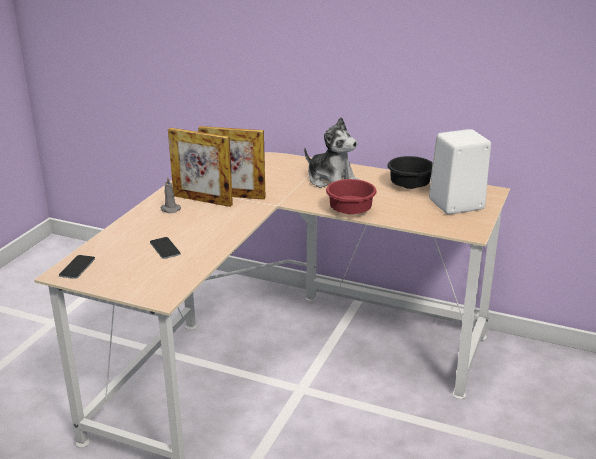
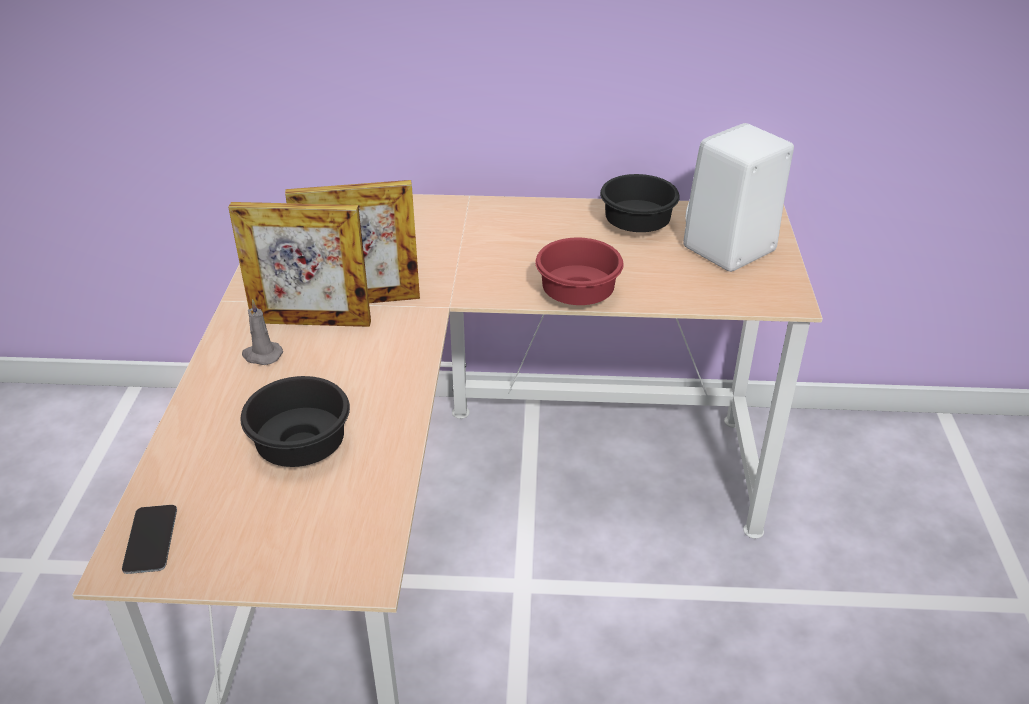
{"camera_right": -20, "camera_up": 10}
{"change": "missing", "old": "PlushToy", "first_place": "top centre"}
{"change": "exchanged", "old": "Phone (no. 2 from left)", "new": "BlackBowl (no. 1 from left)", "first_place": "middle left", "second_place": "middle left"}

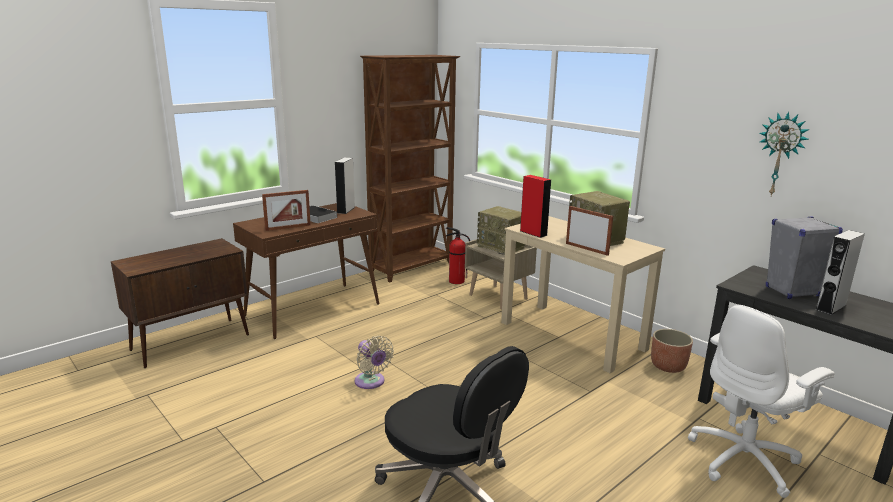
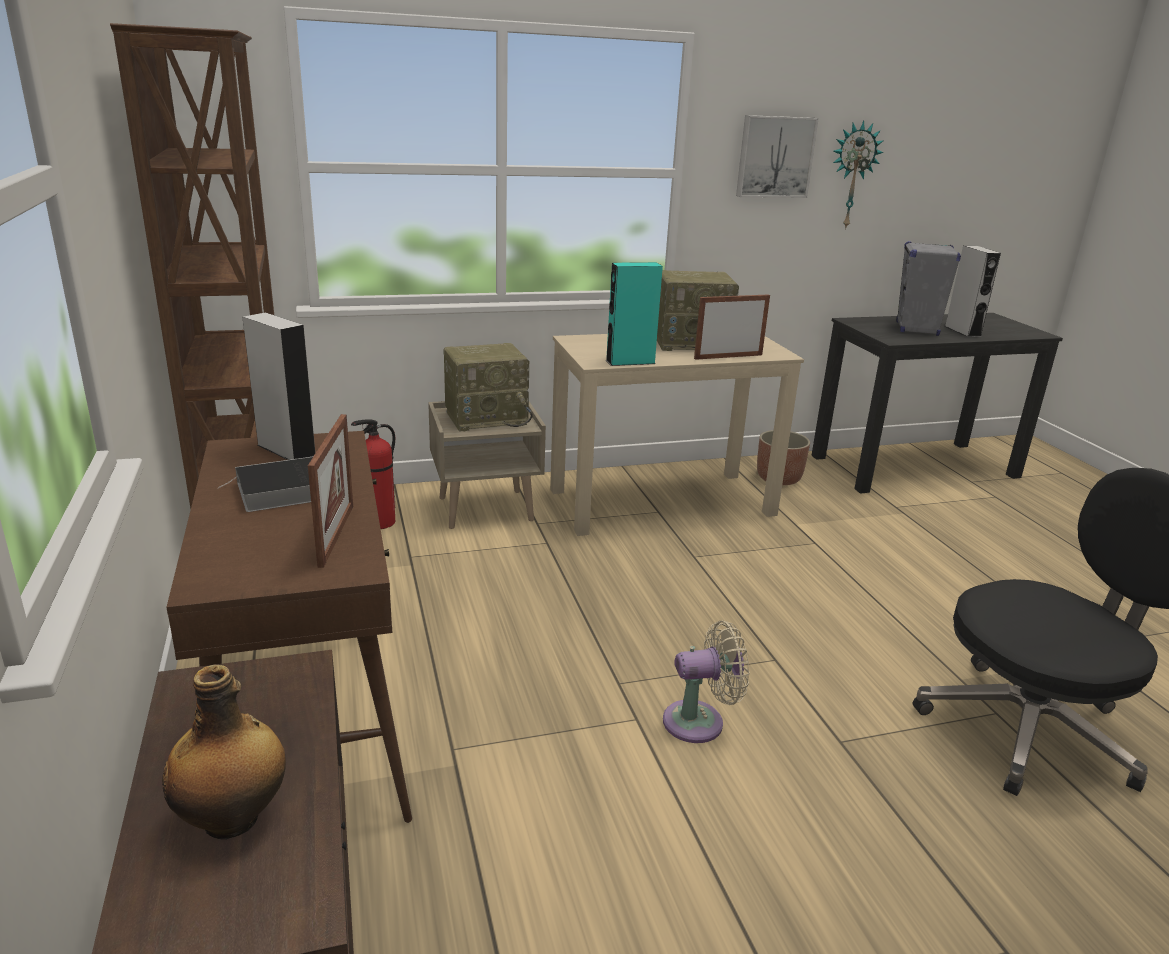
{"camera_right": -65, "camera_up": 5}
{"change": "colour", "old": "RedSpeaker", "new": "TurquoiseSpeaker", "first_place": "centre", "second_place": "top centre"}
{"change": "missing", "old": "WhiteOfficeChair", "first_place": "bottom right"}
{"change": "appeared", "new": "Picture", "second_place": "top centre"}
{"change": "appeared", "new": "Bottle", "second_place": "bottom left"}

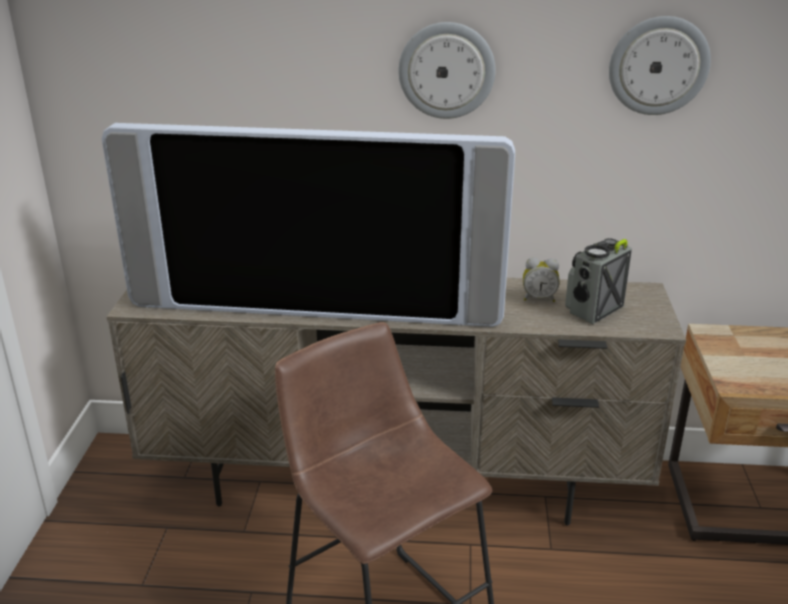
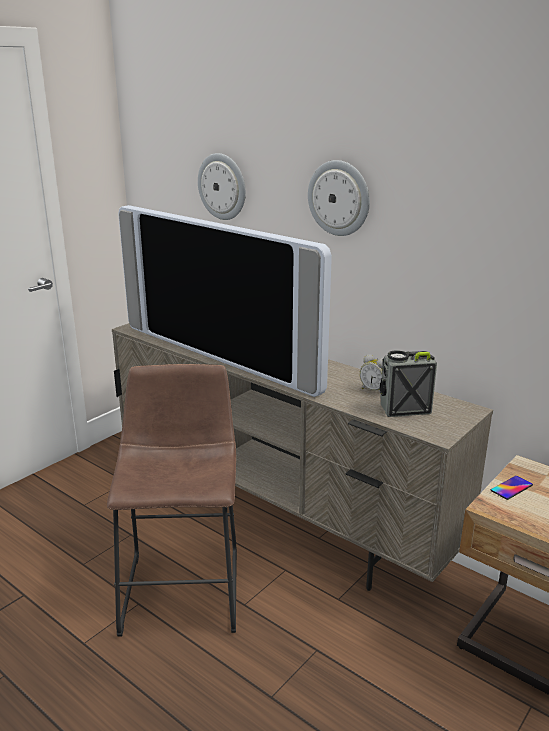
{"camera_right": 35, "camera_up": -5}
{"change": "relocated", "old": "WallClock (no. 2 from left in the first image)", "new": "WallClock (no. 1 from left)", "first_place": "top right", "second_place": "top centre"}
{"change": "appeared", "new": "Phone", "second_place": "bottom right"}

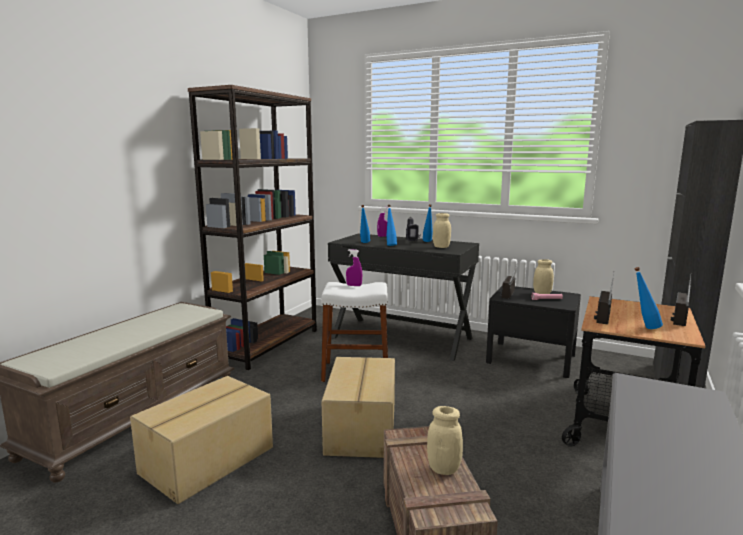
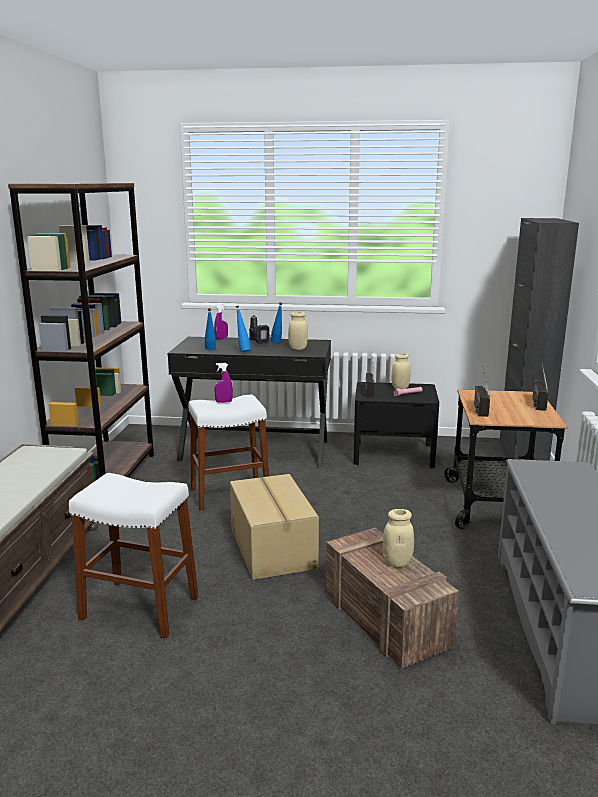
{"camera_right": -20, "camera_up": 5}
{"change": "missing", "old": "BlueBottle (no. 4 from left)", "first_place": "middle right"}
{"change": "exchanged", "old": "CardboardBox (no. 1 from left)", "new": "WhiteStool (no. 1 from left)", "first_place": "bottom left", "second_place": "bottom left"}

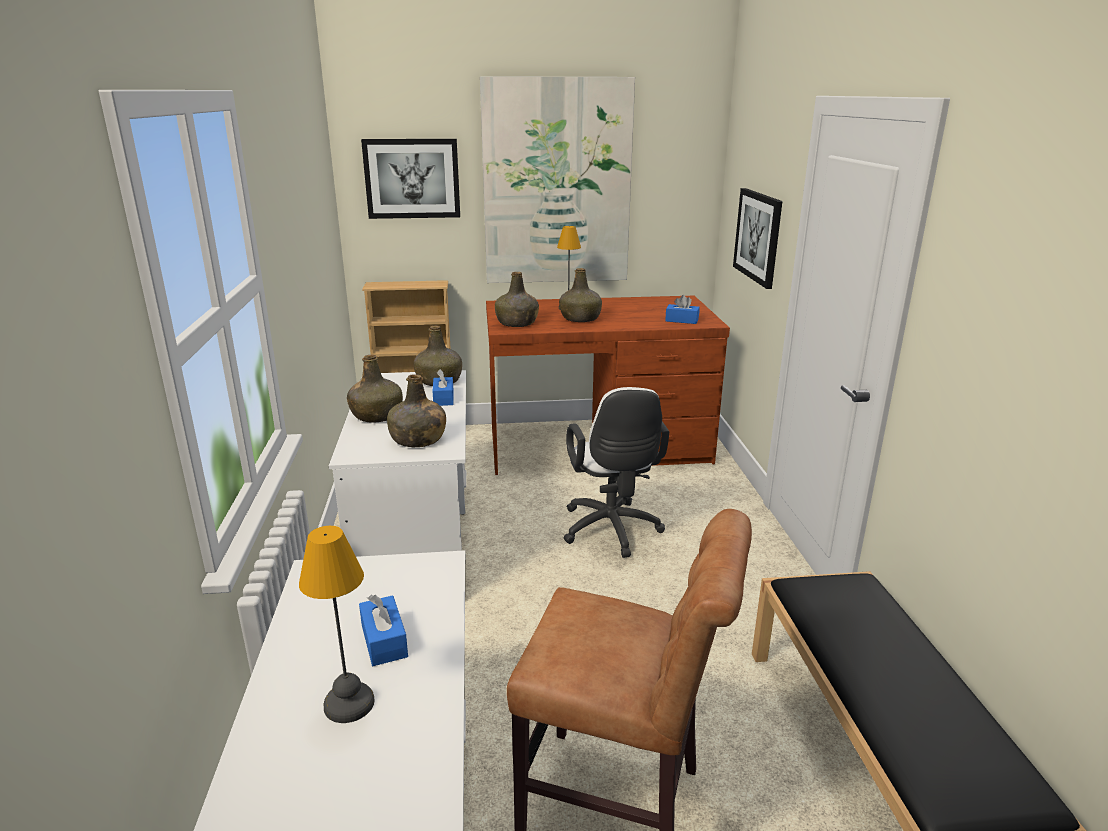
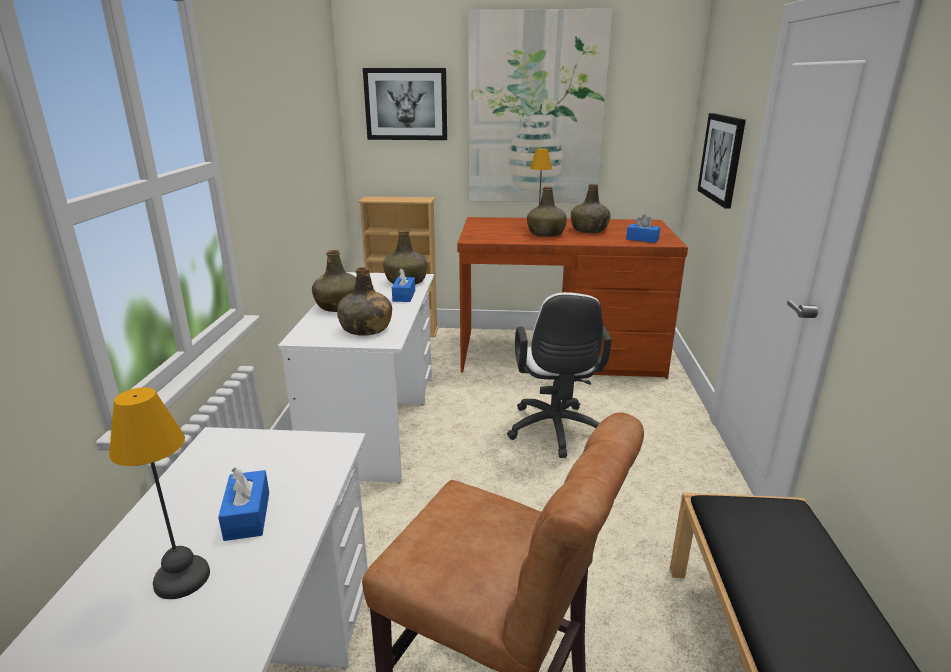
{"camera_right": 10, "camera_up": 0}
{"change": "relocated", "old": "GreenBottle (no. 4 from left in the first image)", "new": "GreenBottle (no. 5 from left)", "first_place": "centre", "second_place": "top centre"}

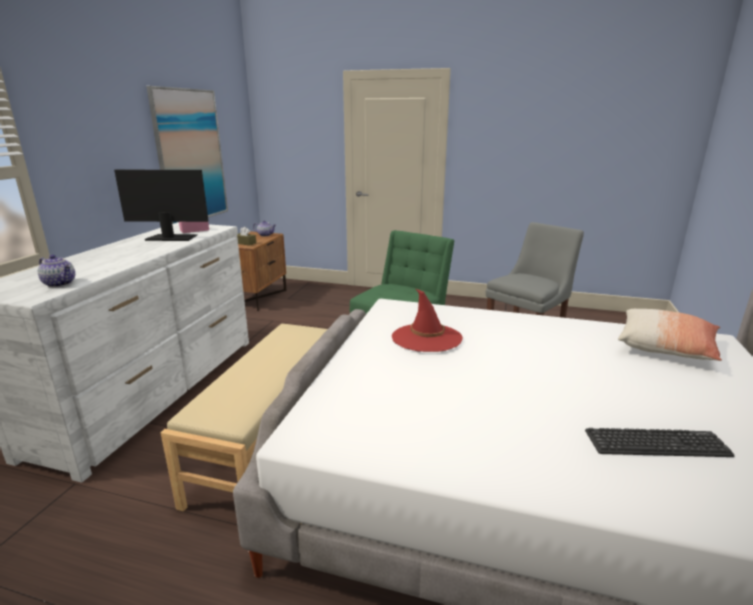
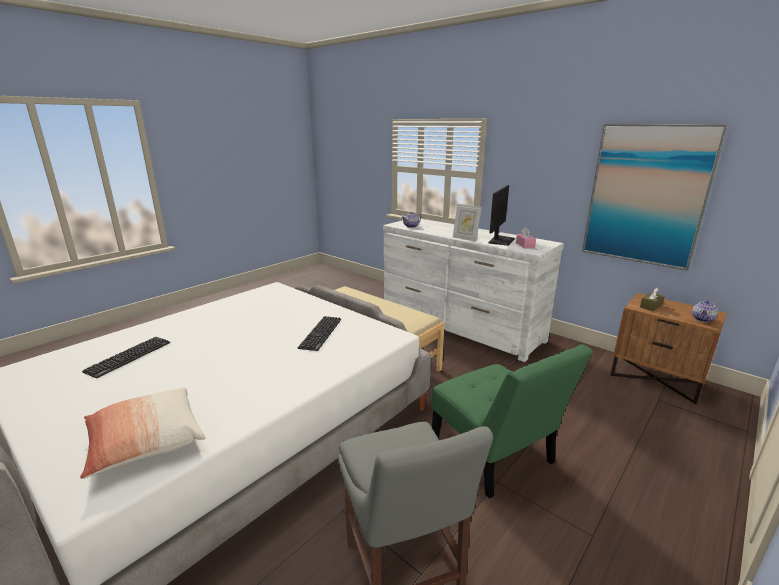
{"camera_right": 115, "camera_up": 0}
{"change": "exchanged", "old": "RedHat", "new": "Keyboard (no. 2 from left)", "first_place": "centre", "second_place": "centre"}
{"change": "appeared", "new": "PictureFrame", "second_place": "centre"}

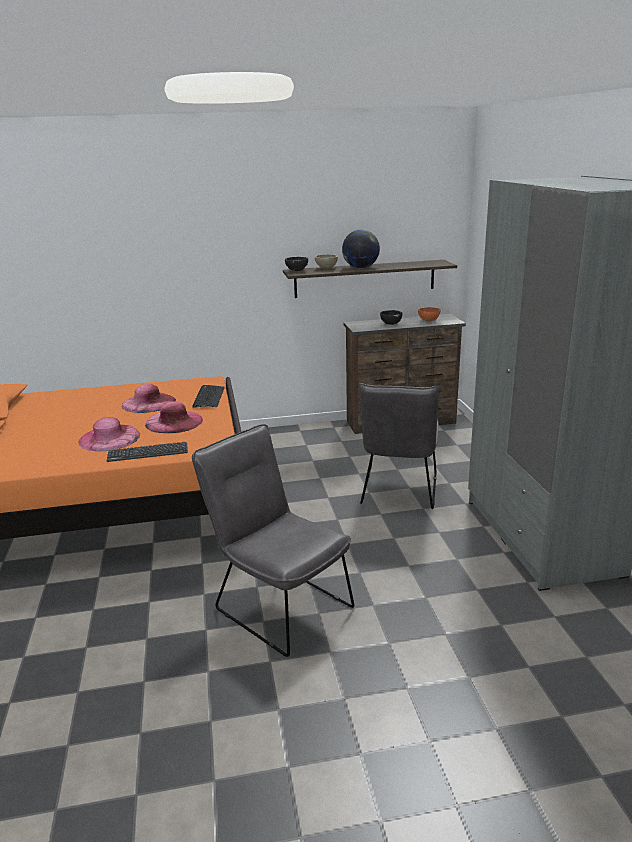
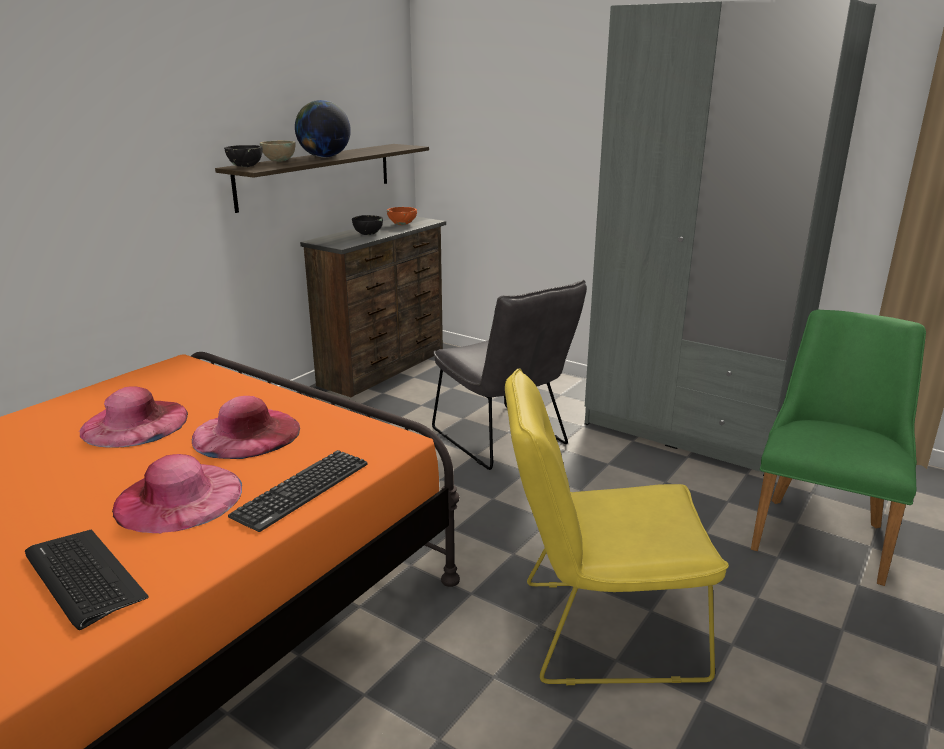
{"camera_right": -45, "camera_up": 0}
{"change": "relocated", "old": "Keyboard (no. 2 from left in the first image)", "new": "Keyboard (no. 1 from left)", "first_place": "middle left", "second_place": "bottom left"}
{"change": "colour", "old": "GreyChair (no. 1 from left)", "new": "YellowChair", "first_place": "centre", "second_place": "bottom centre"}
{"change": "appeared", "new": "GreenChair", "second_place": "middle right"}

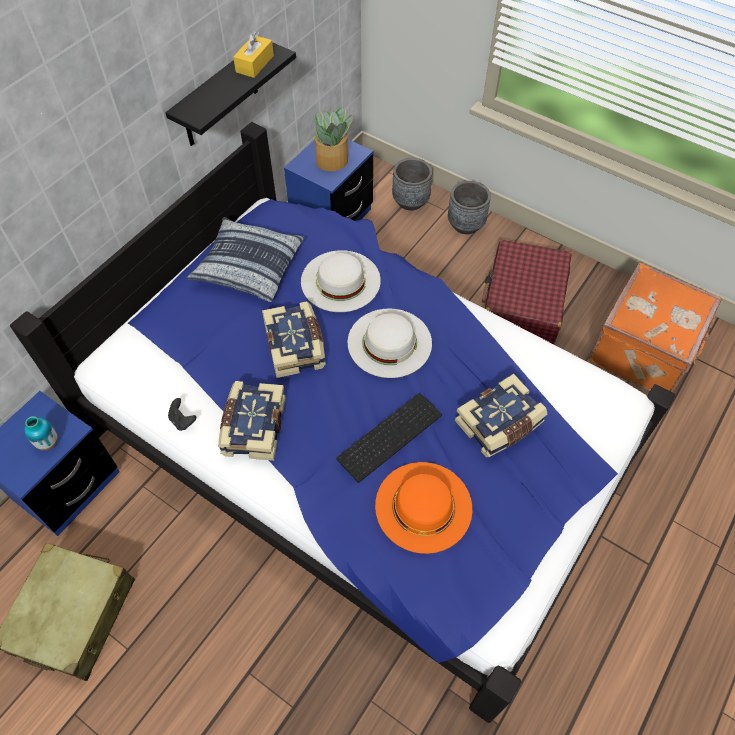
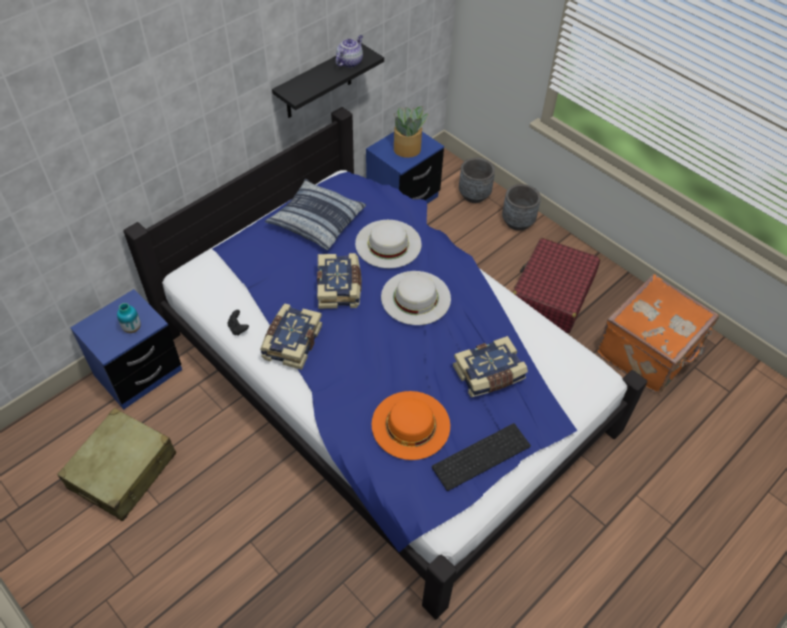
{"camera_right": 10, "camera_up": -5}
{"change": "exchanged", "old": "YellowTissueBox", "new": "Teapot", "first_place": "top centre", "second_place": "top centre"}
{"change": "relocated", "old": "Keyboard", "first_place": "centre", "second_place": "bottom centre"}

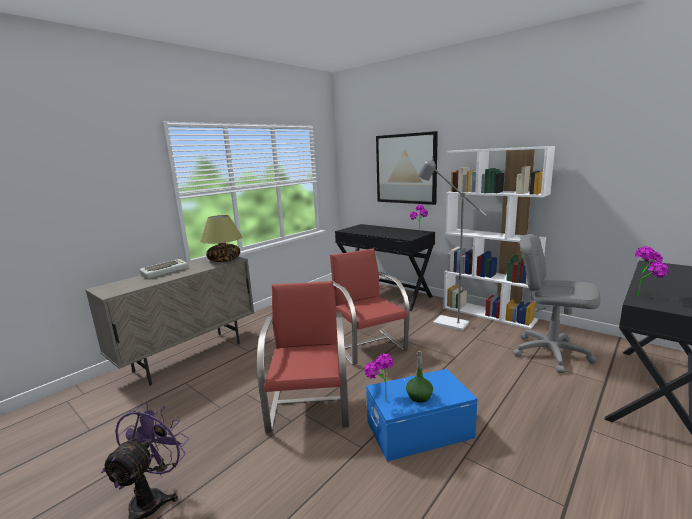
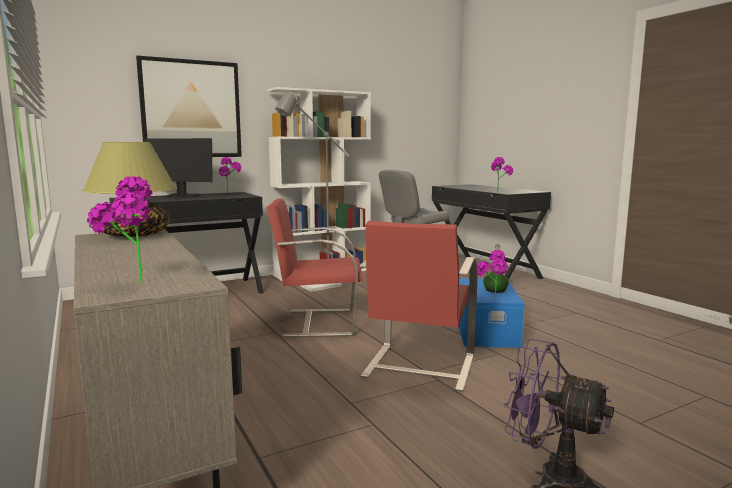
{"camera_right": -70, "camera_up": -5}
{"change": "missing", "old": "Keyboard", "first_place": "middle left"}
{"change": "spun", "old": "RedChair (no. 1 from left in the first image)", "first_place": "bottom centre", "second_place": "centre", "degrees": -90}
{"change": "appeared", "new": "Monitor", "second_place": "middle left"}
{"change": "appeared", "new": "PottedPlant (no. 1 from left)", "second_place": "middle left"}

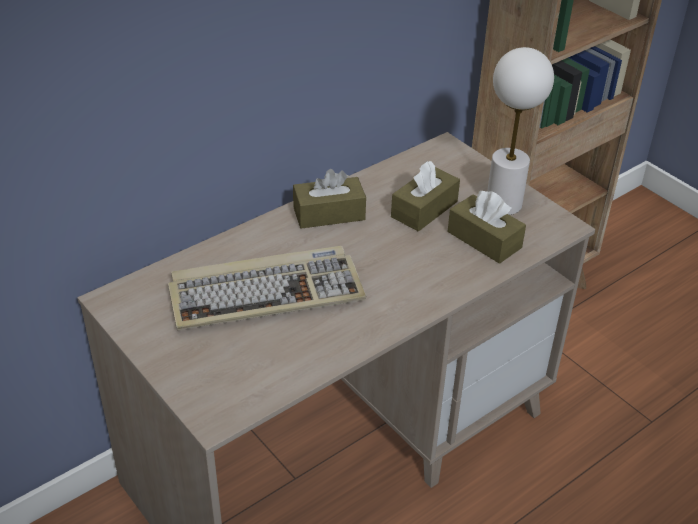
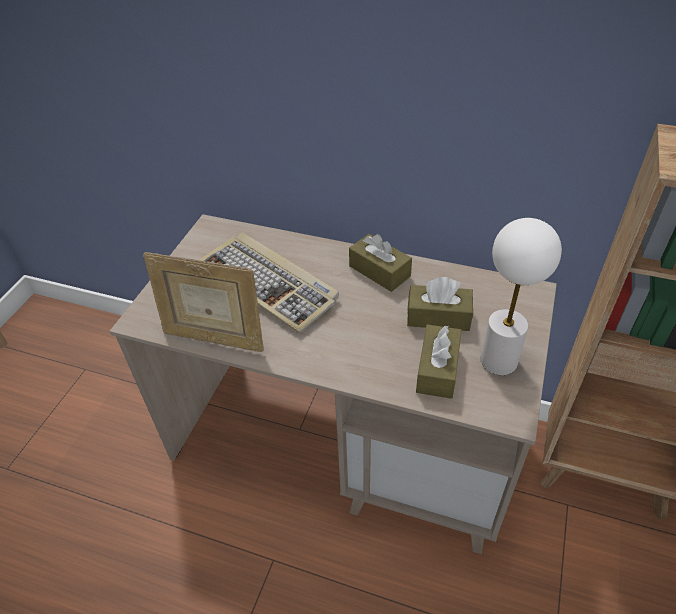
{"camera_right": 60, "camera_up": 5}
{"change": "appeared", "new": "PictureFrame", "second_place": "middle left"}

